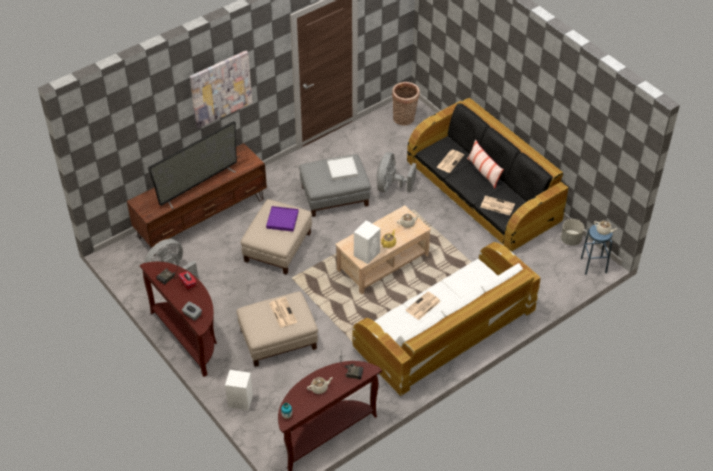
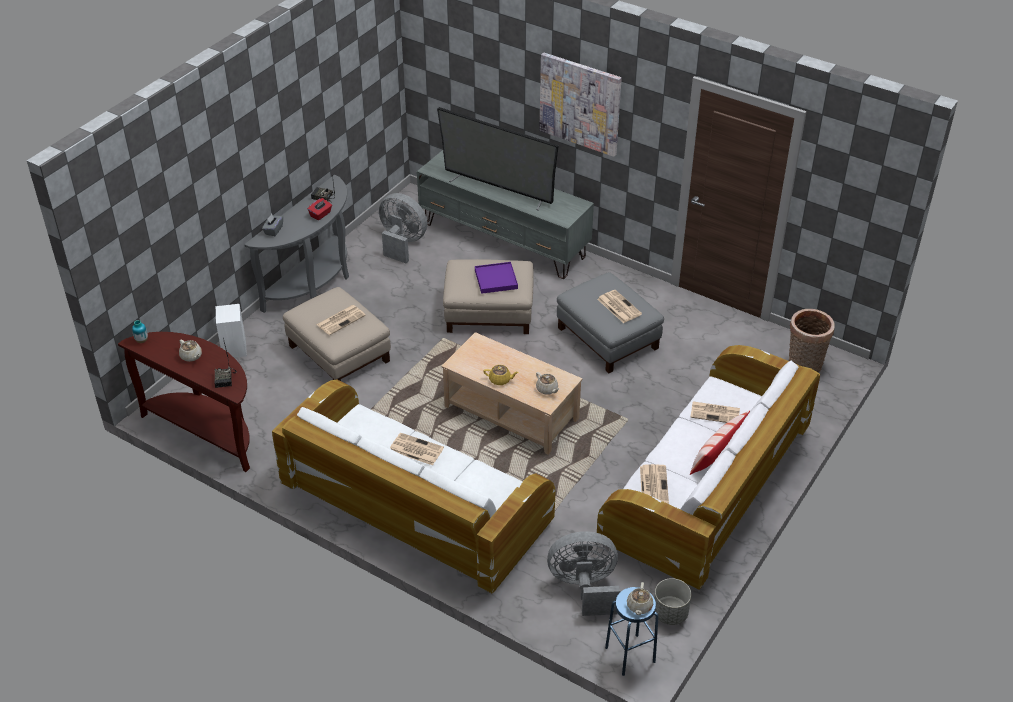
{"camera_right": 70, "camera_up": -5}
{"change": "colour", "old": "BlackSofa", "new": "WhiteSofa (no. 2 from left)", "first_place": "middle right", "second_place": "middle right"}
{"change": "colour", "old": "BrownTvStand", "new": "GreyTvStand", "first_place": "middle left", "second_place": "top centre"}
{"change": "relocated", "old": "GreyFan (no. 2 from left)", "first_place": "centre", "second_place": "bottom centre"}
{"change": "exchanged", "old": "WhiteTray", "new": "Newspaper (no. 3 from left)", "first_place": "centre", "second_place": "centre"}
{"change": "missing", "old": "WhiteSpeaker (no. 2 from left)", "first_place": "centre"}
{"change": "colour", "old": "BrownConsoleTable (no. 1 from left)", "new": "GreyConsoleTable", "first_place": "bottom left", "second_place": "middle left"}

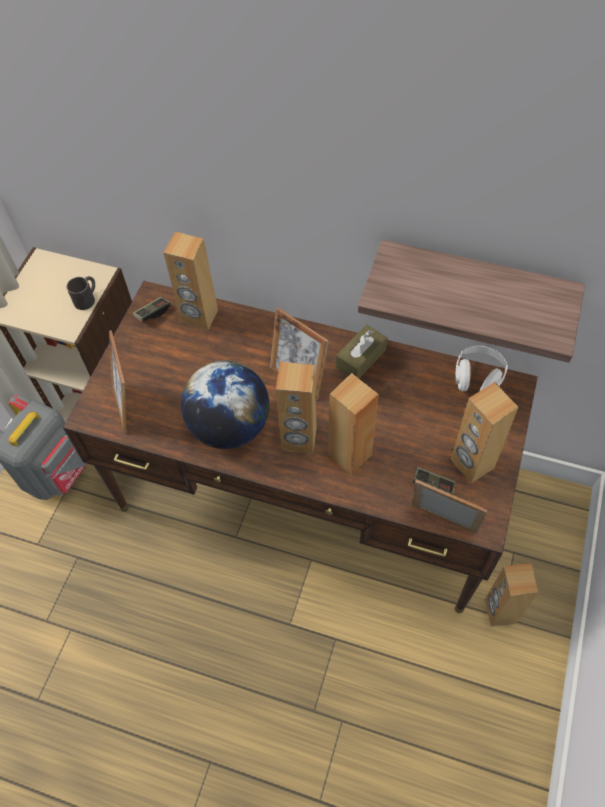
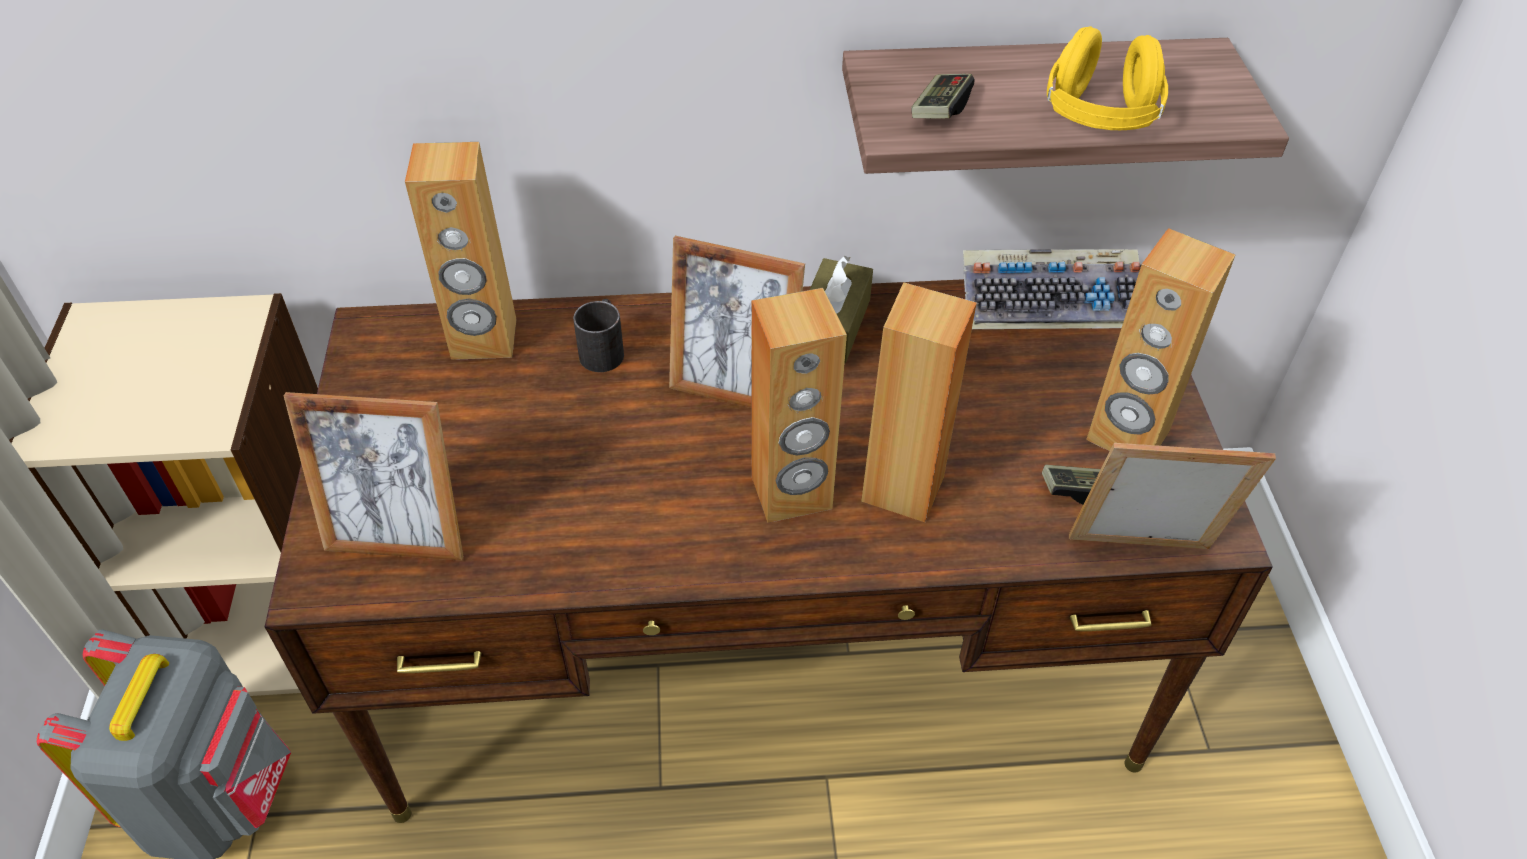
{"camera_right": -25, "camera_up": -10}
{"change": "relocated", "old": "BlackMug", "first_place": "middle left", "second_place": "centre"}
{"change": "relocated", "old": "GameController (no. 1 from left)", "first_place": "middle left", "second_place": "top centre"}
{"change": "spun", "old": "PictureFrame (no. 1 from left)", "first_place": "middle left", "second_place": "middle left", "degrees": -45}
{"change": "exchanged", "old": "WhiteHeadphones", "new": "Keyboard", "first_place": "middle right", "second_place": "middle right"}
{"change": "missing", "old": "Globe", "first_place": "centre"}
{"change": "missing", "old": "BrownSpeaker (no. 5 from left)", "first_place": "bottom right"}
{"change": "appeared", "new": "YellowHeadphones", "second_place": "top right"}

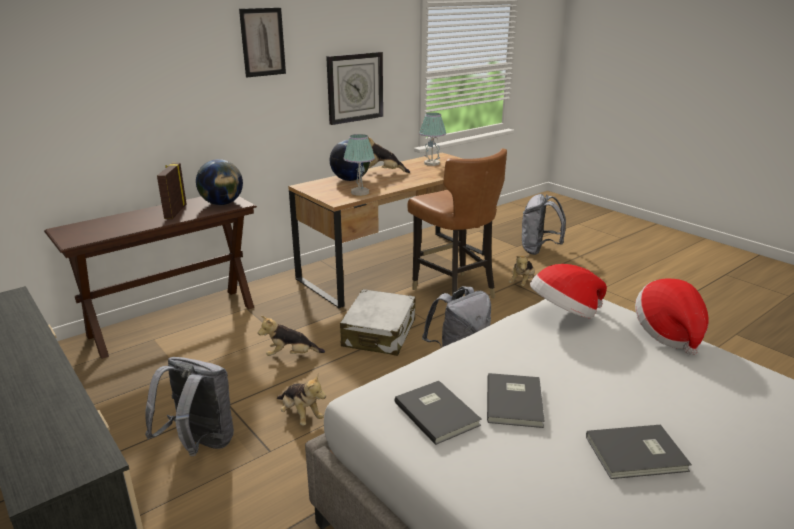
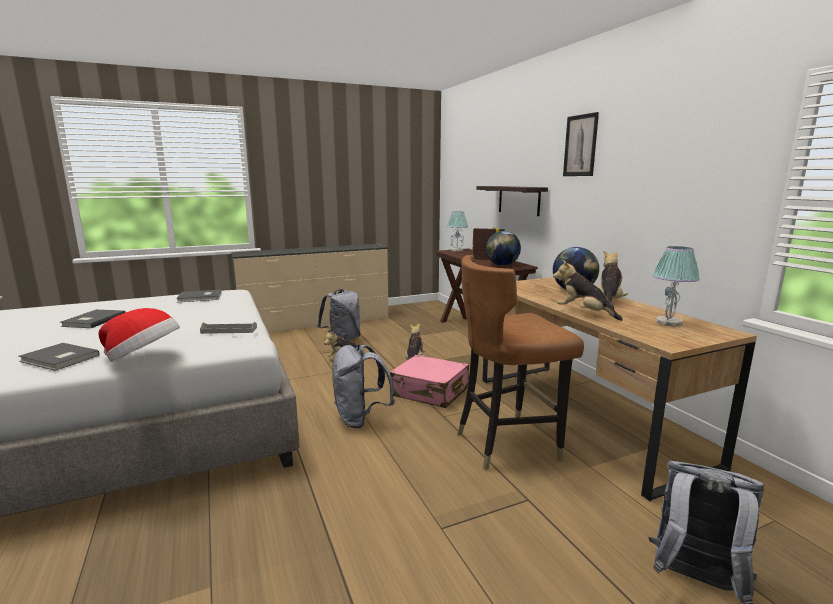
{"camera_right": 105, "camera_up": -10}
{"change": "missing", "old": "WallClock", "first_place": "top centre"}
{"change": "relocated", "old": "TableLamp (no. 1 from left)", "first_place": "top centre", "second_place": "centre"}
{"change": "relocated", "old": "PlushToy (no. 4 from left in the first image)", "new": "PlushToy (no. 3 from left)", "first_place": "centre", "second_place": "middle right"}
{"change": "exchanged", "old": "Hat (no. 1 from left)", "new": "GreyTray", "first_place": "middle right", "second_place": "middle left"}
{"change": "colour", "old": "WhiteSuitcase", "new": "PinkSuitcase", "first_place": "centre", "second_place": "centre"}
{"change": "relocated", "old": "GreyBook (no. 2 from left in the first image)", "new": "GreyBook (no. 1 from left)", "first_place": "bottom centre", "second_place": "middle left"}
{"change": "appeared", "new": "Shelf", "second_place": "top centre"}

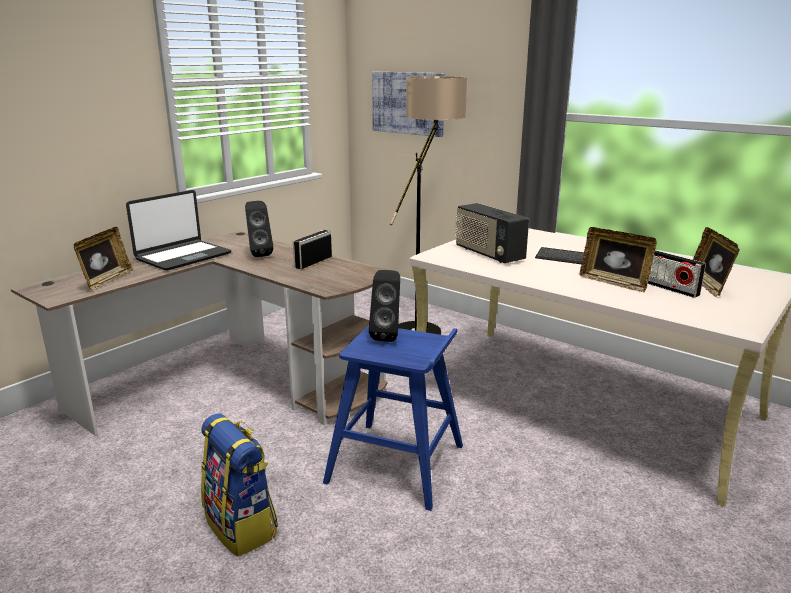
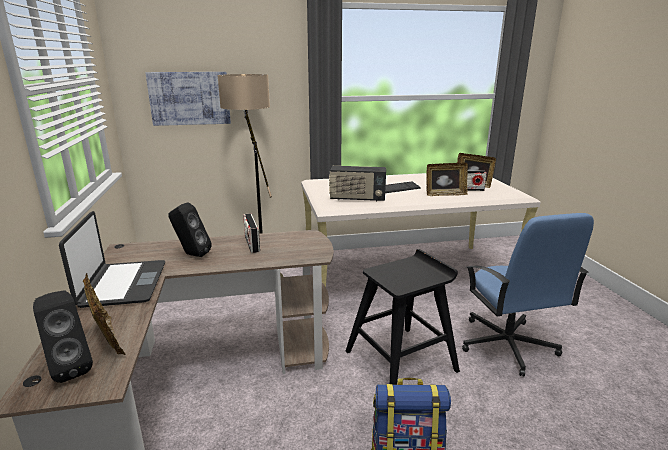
{"camera_right": -50, "camera_up": 0}
{"change": "relocated", "old": "BlackSpeaker (no. 2 from left in the first image)", "new": "BlackSpeaker (no. 1 from left)", "first_place": "centre", "second_place": "bottom left"}
{"change": "colour", "old": "BlueStool", "new": "BlackStool", "first_place": "bottom centre", "second_place": "bottom centre"}
{"change": "appeared", "new": "BlueOfficeChair", "second_place": "middle right"}

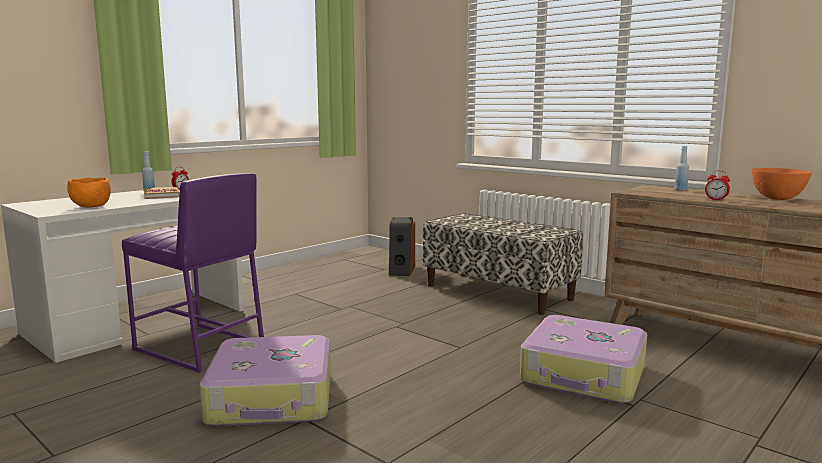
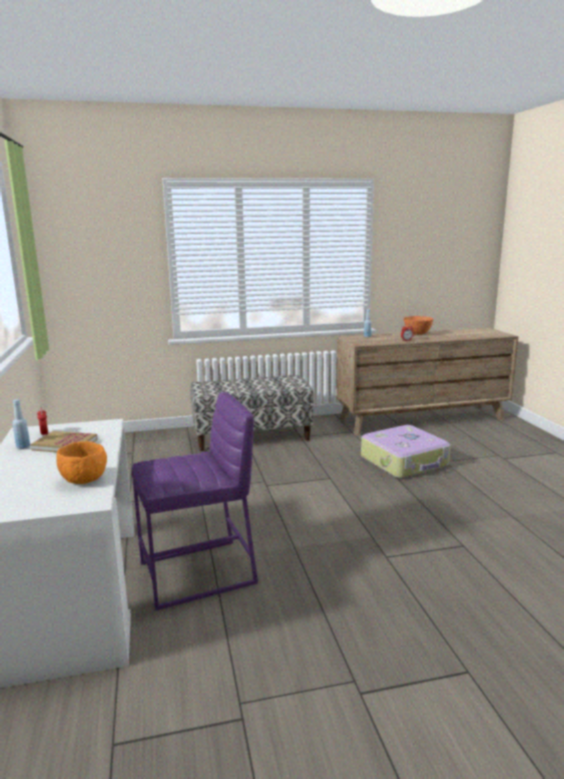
{"camera_right": -55, "camera_up": 5}
{"change": "missing", "old": "Speaker", "first_place": "centre"}
{"change": "missing", "old": "Suitcase (no. 1 from left)", "first_place": "bottom left"}

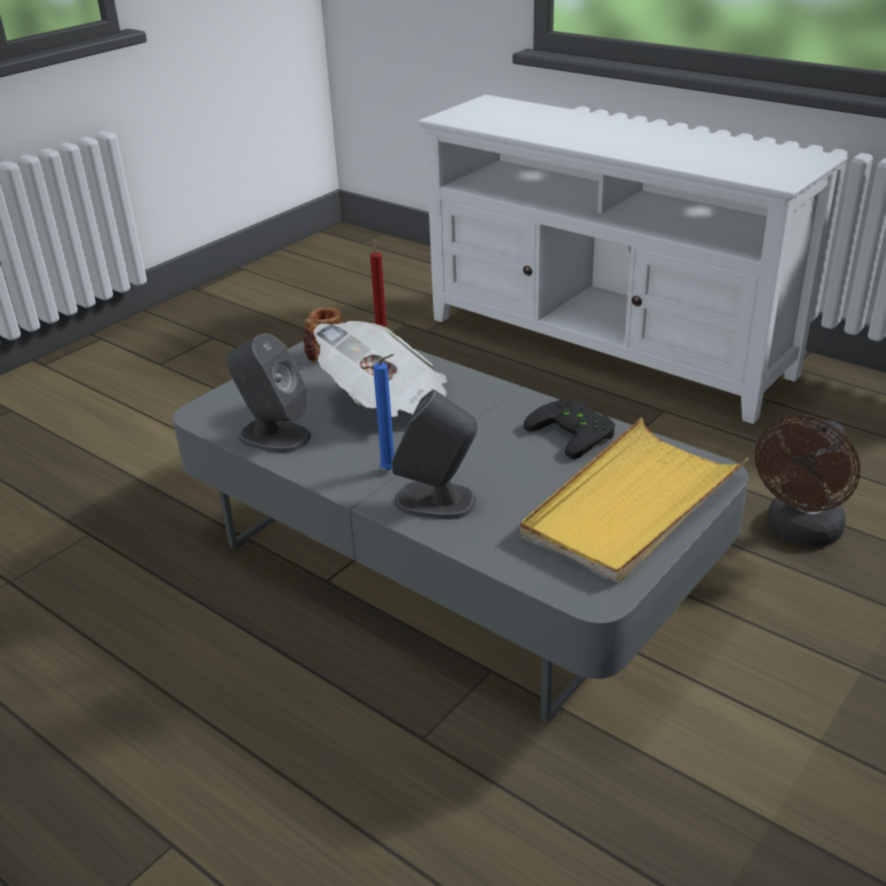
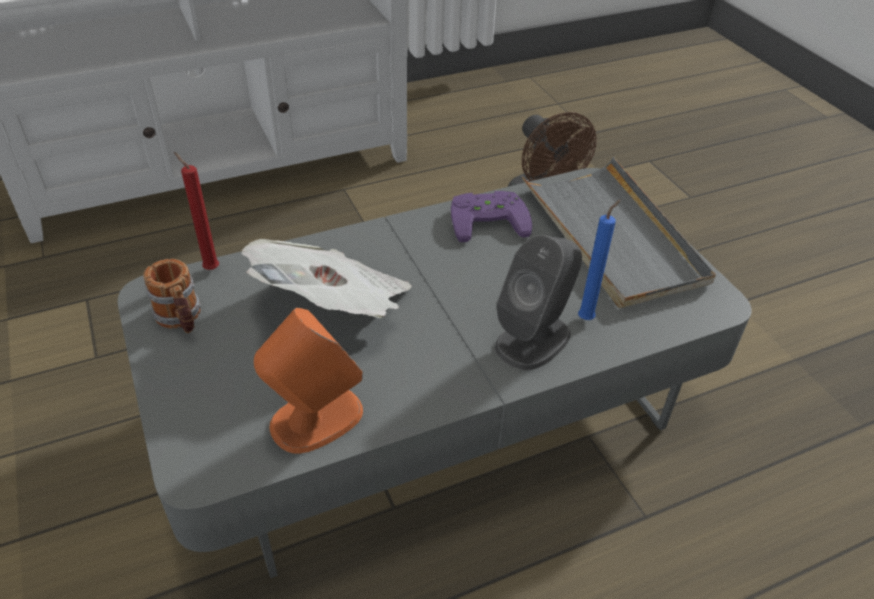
{"camera_right": -65, "camera_up": 10}
{"change": "colour", "old": "GreySpeaker (no. 1 from left)", "new": "OrangeSpeaker", "first_place": "middle left", "second_place": "centre"}
{"change": "relocated", "old": "BlueCandle", "first_place": "centre", "second_place": "middle right"}
{"change": "colour", "old": "BlackGameController", "new": "PurpleGameController", "first_place": "centre", "second_place": "centre"}
{"change": "colour", "old": "YellowTray", "new": "GreyTray", "first_place": "middle right", "second_place": "middle right"}

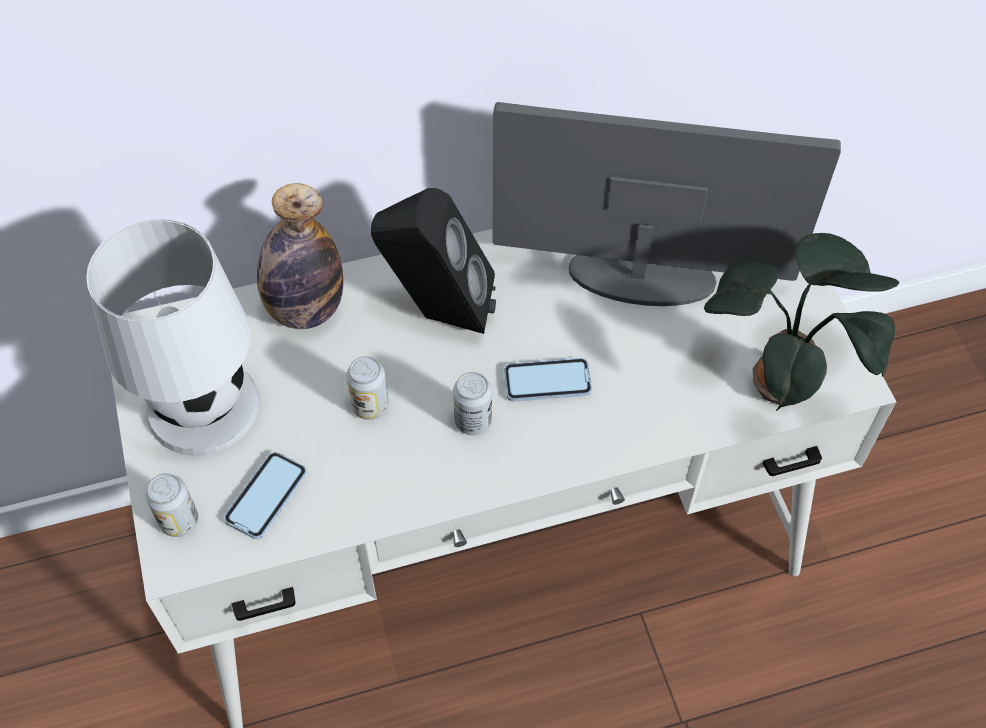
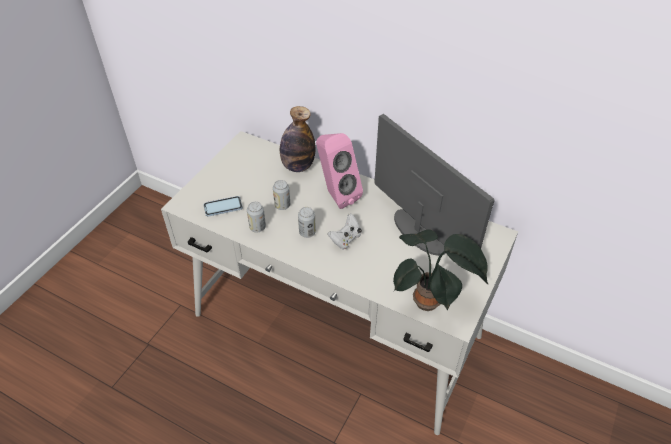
{"camera_right": 45, "camera_up": -10}
{"change": "colour", "old": "BlackSpeaker", "new": "PinkSpeaker", "first_place": "centre", "second_place": "centre"}
{"change": "missing", "old": "WhiteTableLamp", "first_place": "middle left"}
{"change": "exchanged", "old": "Phone (no. 2 from left)", "new": "WhiteGameController", "first_place": "centre", "second_place": "centre"}
{"change": "relocated", "old": "Can (no. 1 from left)", "first_place": "bottom left", "second_place": "centre"}

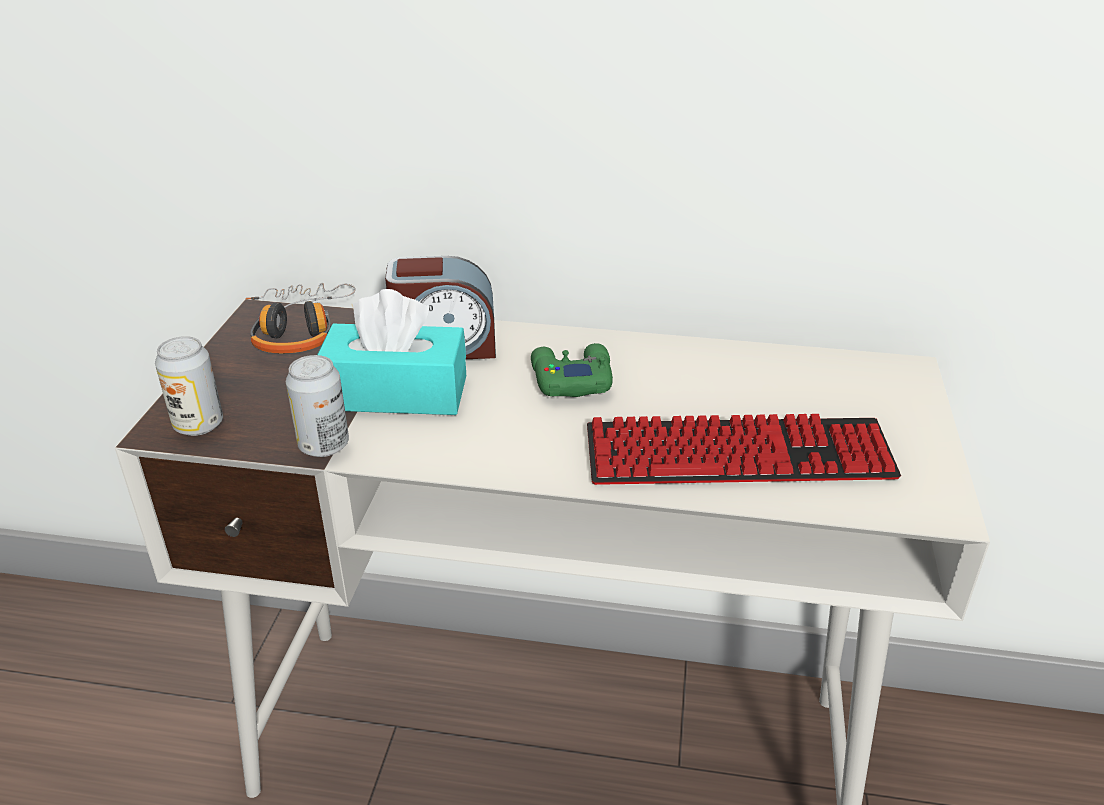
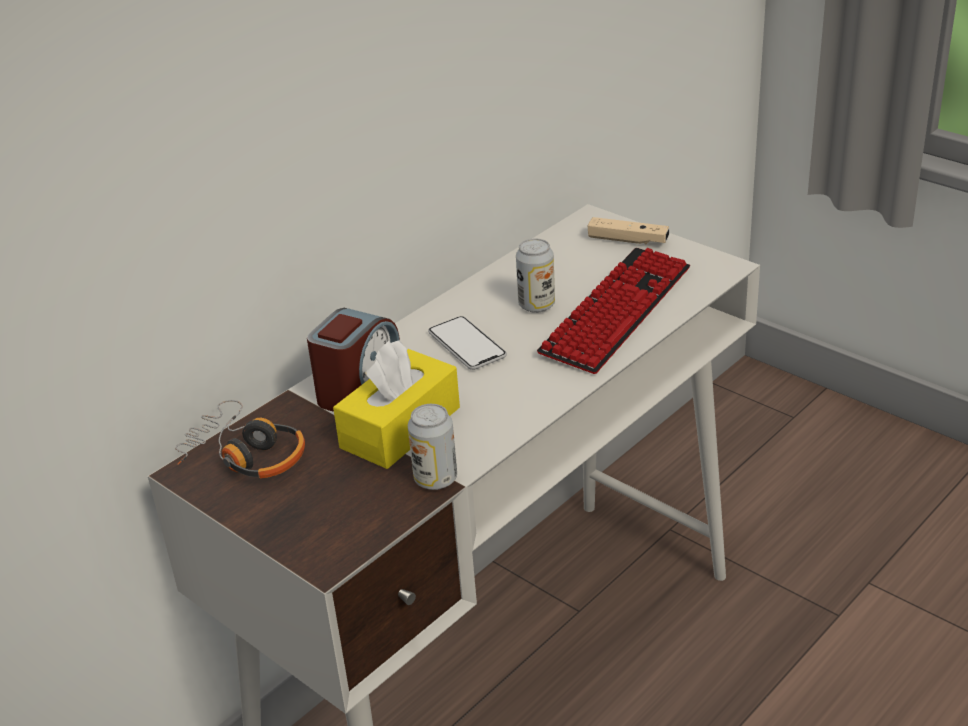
{"camera_right": -55, "camera_up": 0}
{"change": "colour", "old": "TurquoiseTissueBox", "new": "YellowTissueBox", "first_place": "centre", "second_place": "centre"}
{"change": "relocated", "old": "Can (no. 1 from left in the first image)", "new": "Can (no. 2 from left)", "first_place": "middle left", "second_place": "centre"}
{"change": "exchanged", "old": "GreenGameController", "new": "Phone", "first_place": "centre", "second_place": "centre"}
{"change": "appeared", "new": "BeigeGameController", "second_place": "top centre"}

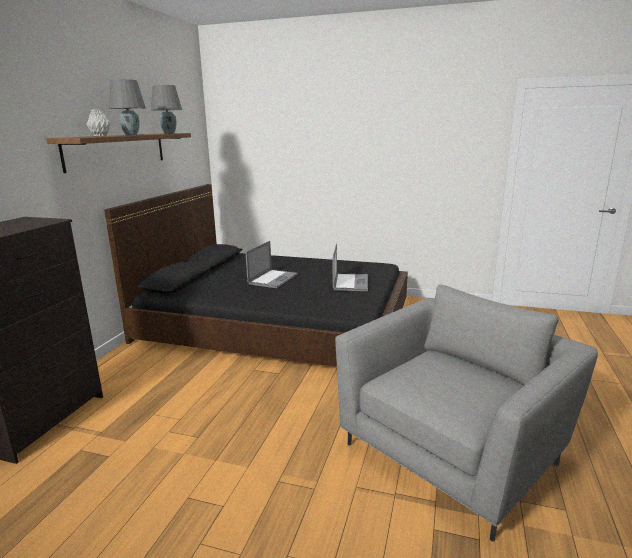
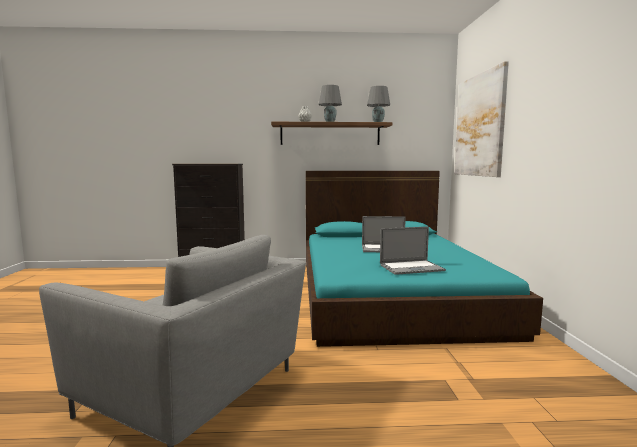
{"camera_right": 70, "camera_up": -10}
{"change": "colour", "old": "BlackBed", "new": "TurquoiseBed", "first_place": "centre", "second_place": "centre"}
{"change": "appeared", "new": "Picture", "second_place": "top right"}

